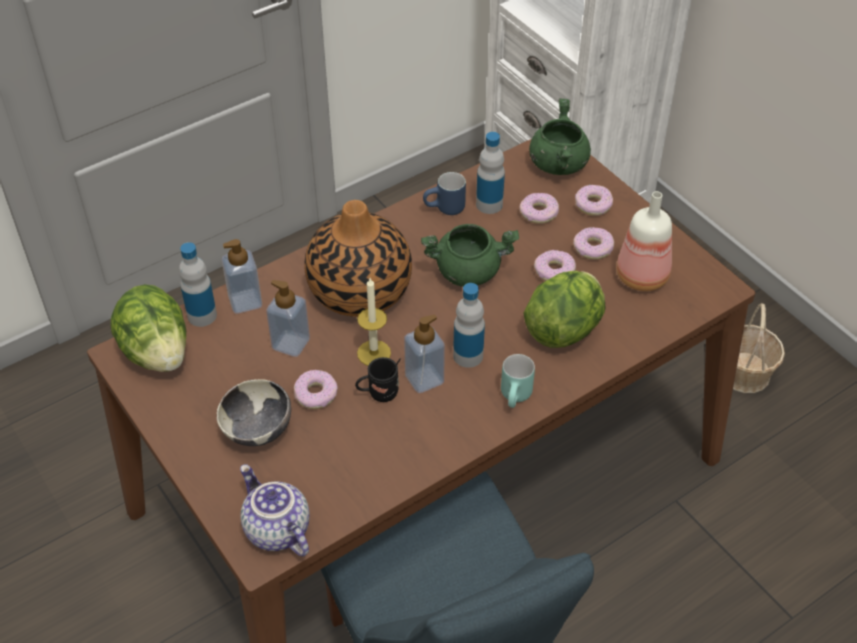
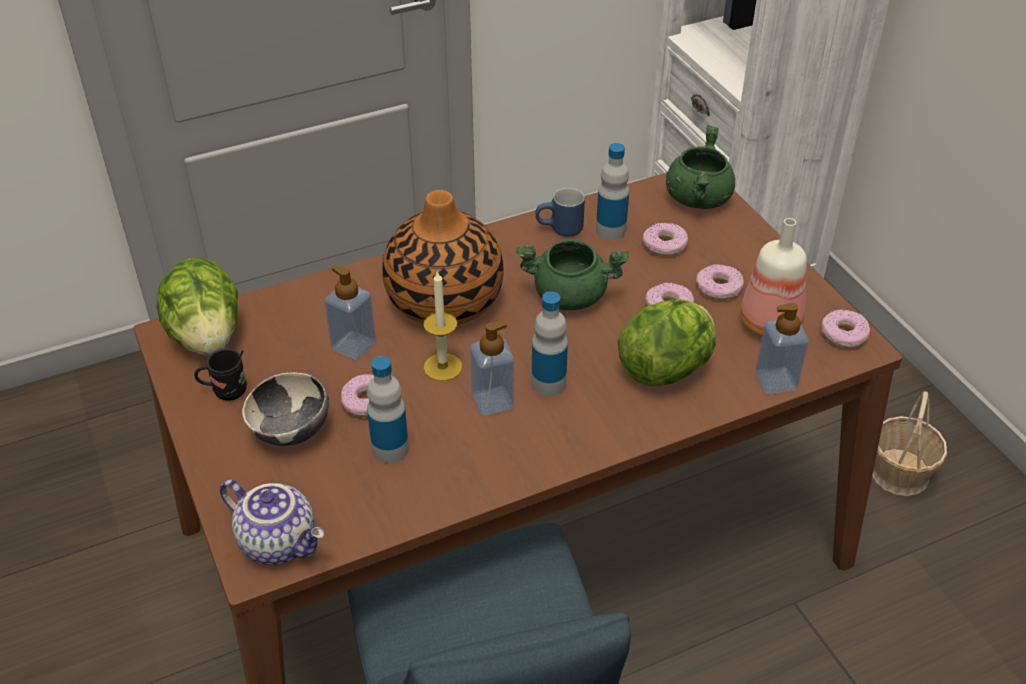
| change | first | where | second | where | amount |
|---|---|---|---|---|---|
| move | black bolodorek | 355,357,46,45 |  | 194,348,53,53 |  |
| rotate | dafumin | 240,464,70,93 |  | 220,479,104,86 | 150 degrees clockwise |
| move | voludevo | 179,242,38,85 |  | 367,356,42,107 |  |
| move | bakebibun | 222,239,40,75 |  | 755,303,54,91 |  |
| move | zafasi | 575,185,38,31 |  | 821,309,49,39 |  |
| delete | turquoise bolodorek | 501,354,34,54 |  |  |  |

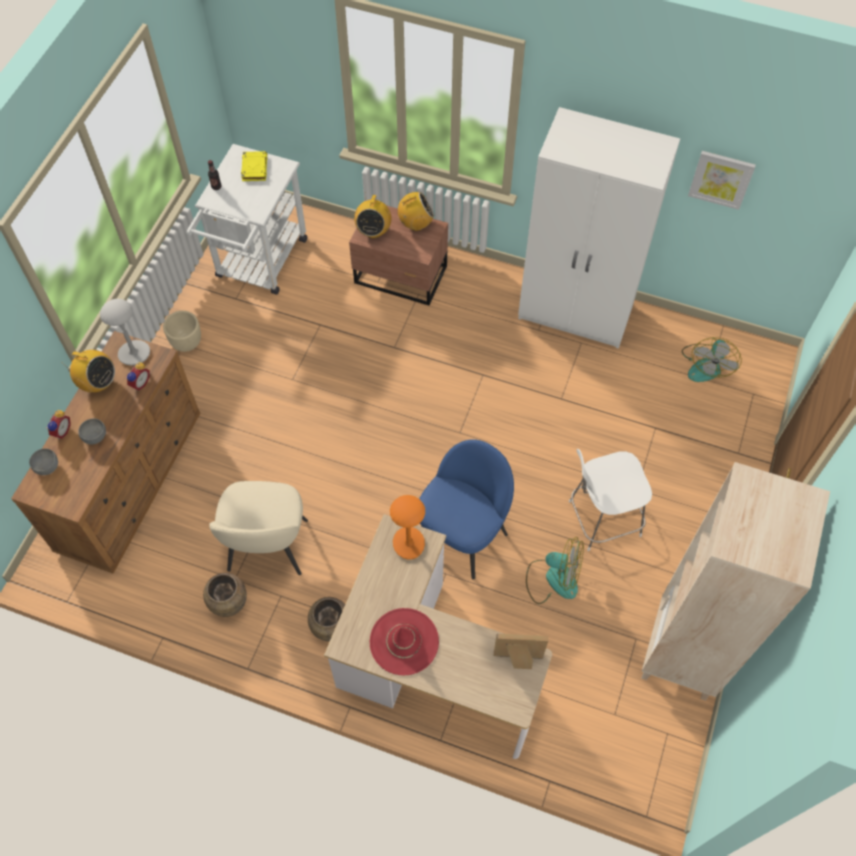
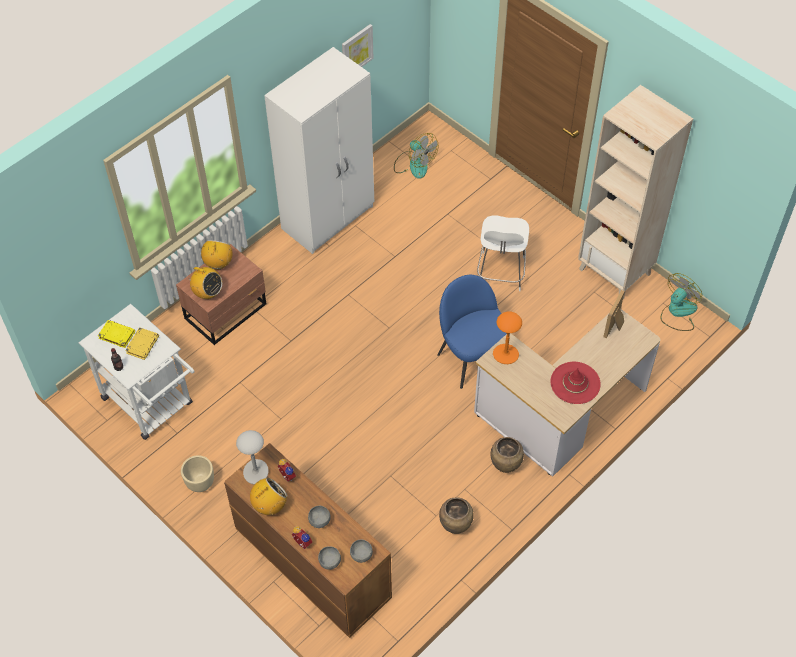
| change | first | where | second | where | amount |
|---|---|---|---|---|---|
| insert |  |  | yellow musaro | 125,327,34,33 |  |
| insert |  |  | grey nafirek | 350,539,23,24 |  |
| move | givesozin | 526,537,58,67 |  | 661,273,41,58 |  |
| delete | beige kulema | 209,481,99,94 |  |  |  |

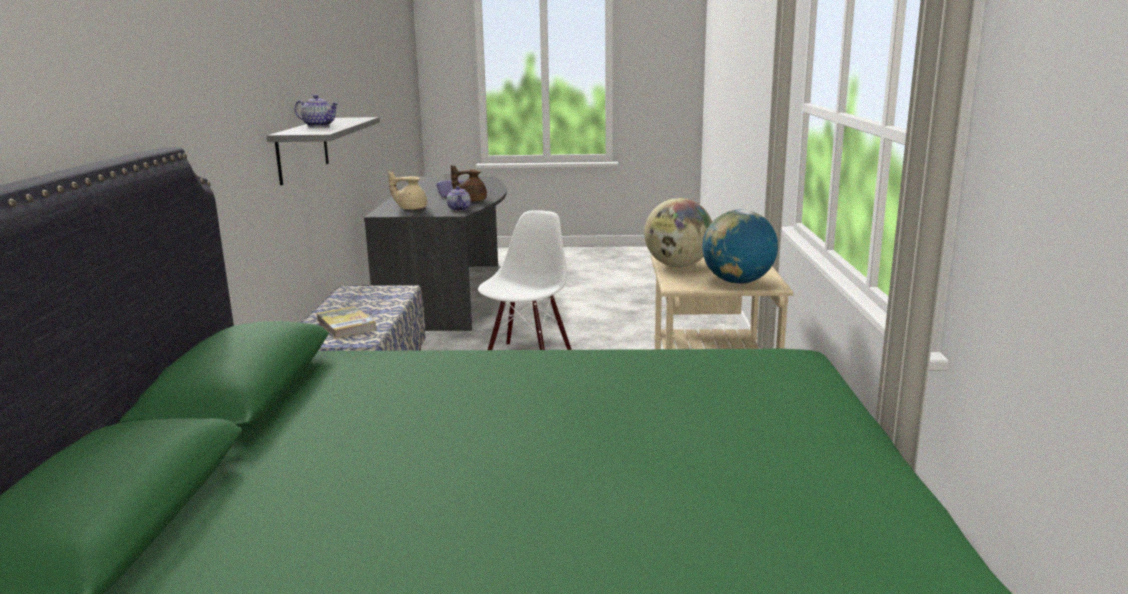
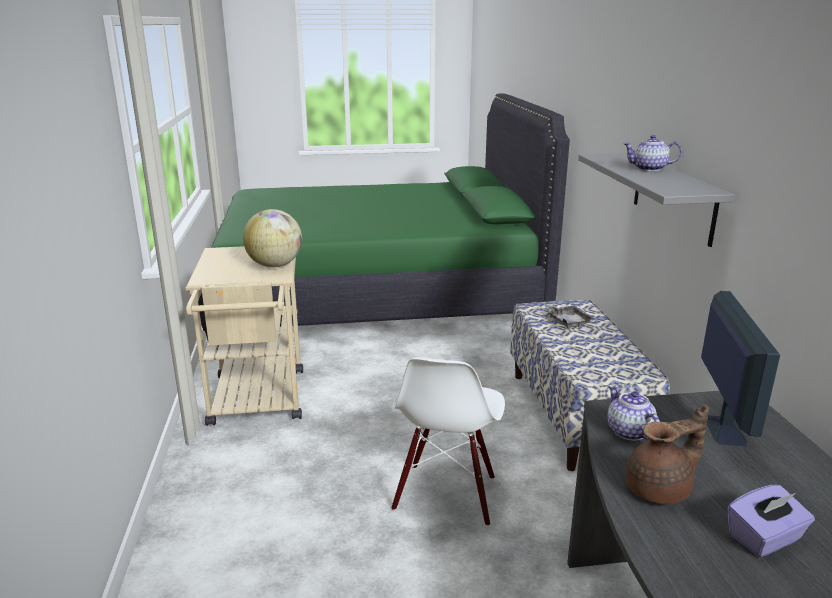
| change | first | where | second | where | amount |
|---|---|---|---|---|---|
| replace | musaro | 316,306,60,32 | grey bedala | 546,305,48,23 |  |
| replace | beige dafumin | 388,171,39,39 | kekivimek | 701,291,79,155 |  |
| delete | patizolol | 702,209,76,75 |  |  |  |

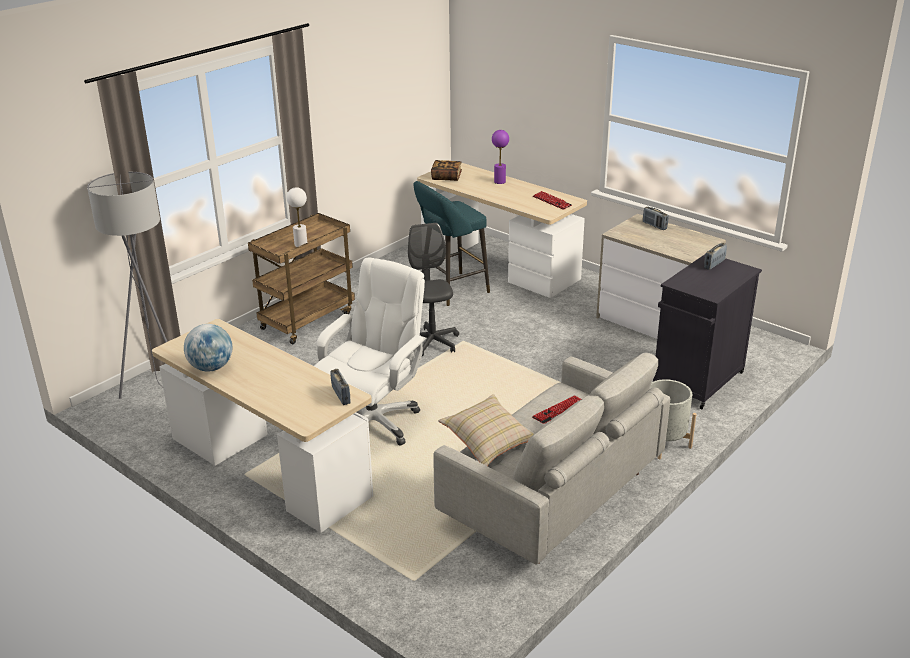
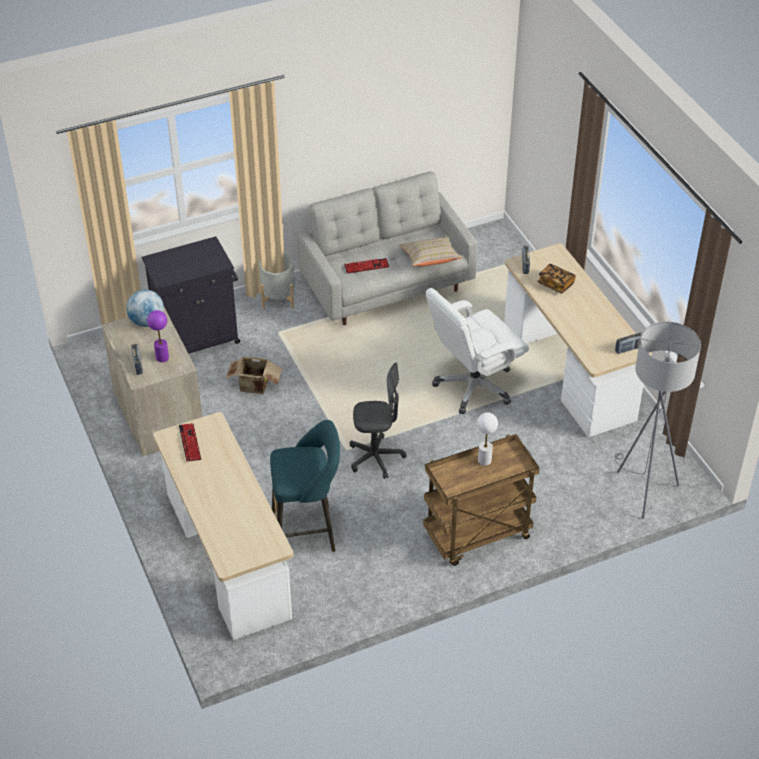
| change | first | where | second | where | amount |
|---|---|---|---|---|---|
| move | patizolol | 184,324,48,48 |  | 126,290,38,37 |  |
| move | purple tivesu | 492,130,17,54 |  | 147,310,22,52 |  |
| insert |  |  | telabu | 226,357,56,37 |  |
| rotate | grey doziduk | 408,223,51,133 |  | 350,363,57,116 | 105 degrees counterclockwise |
| move | musaro | 431,160,31,21 |  | 537,264,39,30 |  |
| move | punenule | 704,243,23,27 |  | 615,332,27,22 |  |

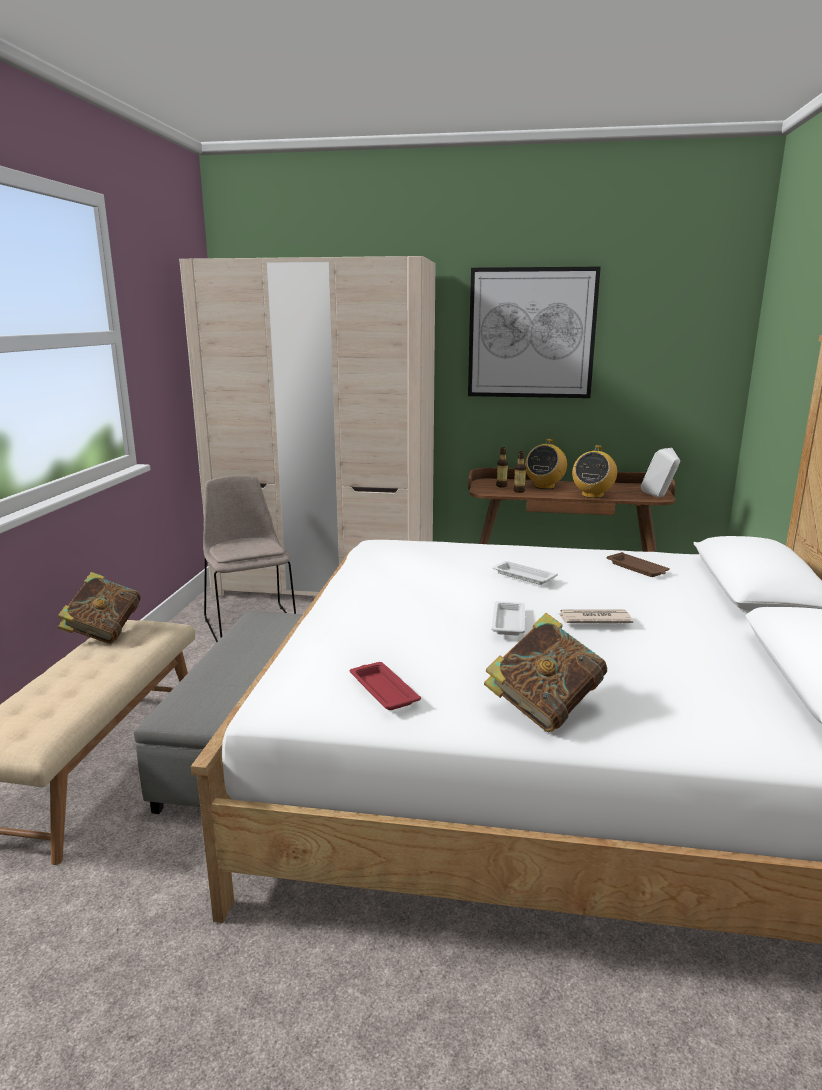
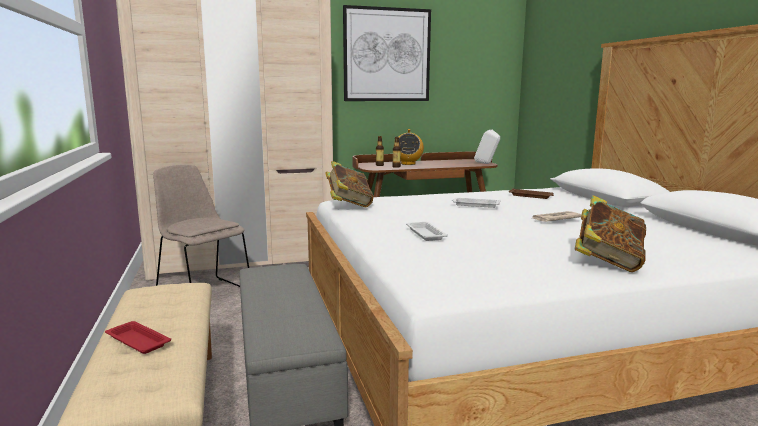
| change | first | where | second | where | amount |
|---|---|---|---|---|---|
| move | red bedala | 350,662,71,48 |  | 105,321,66,33 |  |
| move | musaro | 58,572,83,72 |  | 325,161,48,47 |  |
| move | white bedala | 492,601,33,35 |  | 406,222,42,19 |  |
| delete | punenule | 572,445,45,53 |  |  |  |

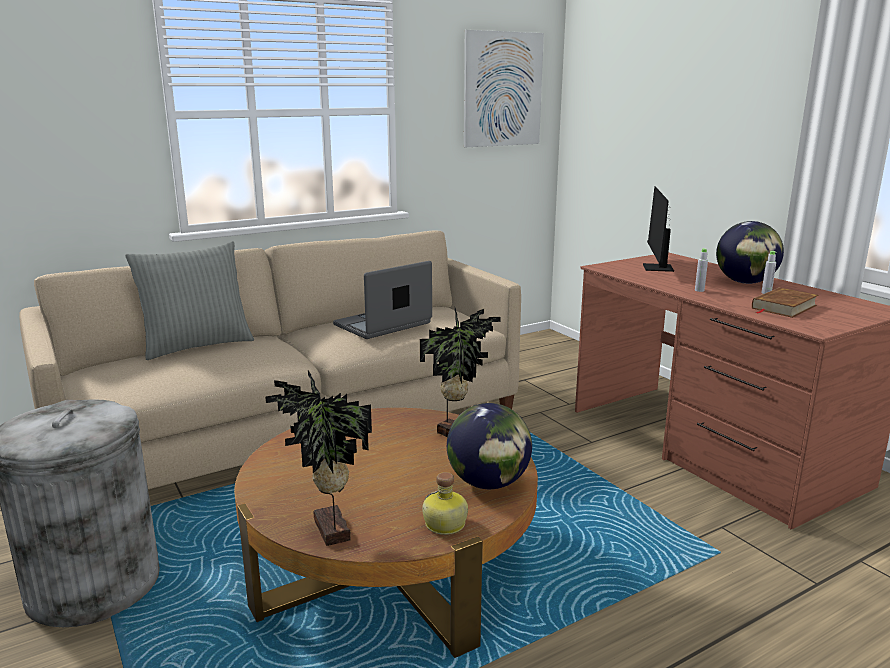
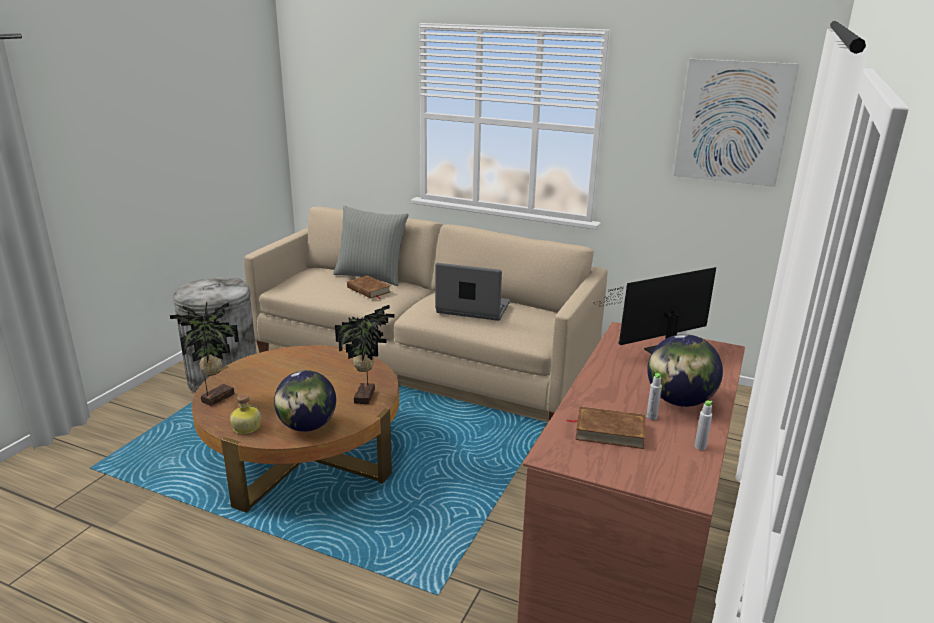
| change | first | where | second | where | amount |
|---|---|---|---|---|---|
| insert |  |  | brown musaro | 347,275,44,24 |  |
| move | grey voludevo | 695,248,13,44 |  | 694,401,19,49 |  |

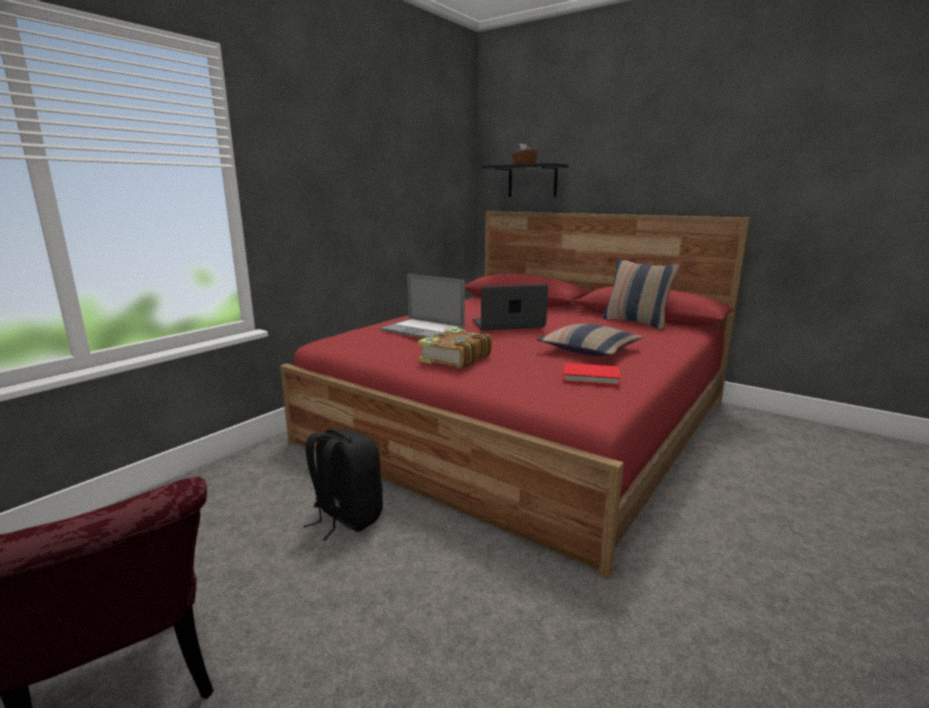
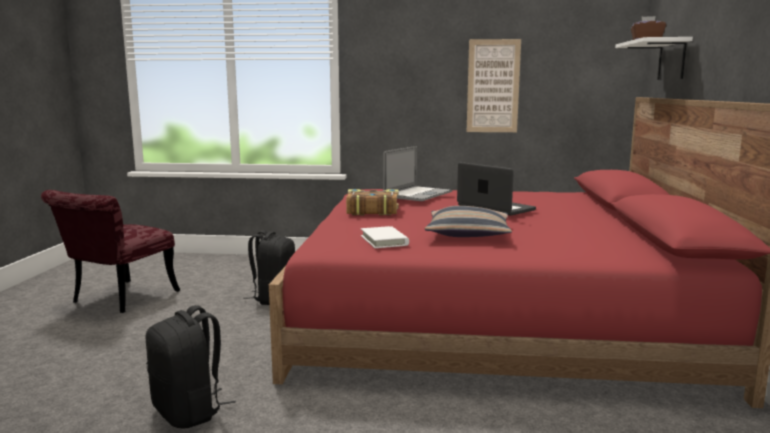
| change | first | where | second | where | amount |
|---|---|---|---|---|---|
| insert |  |  | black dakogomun | 146,305,90,124 |  |
| recolor | red musaro | 563,363,58,23 | white musaro | 361,226,48,22 |  |
| rotate | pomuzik | 380,274,85,64 |  | 383,146,69,55 | 150 degrees counterclockwise |
| insert |  |  | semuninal | 467,39,54,93 |  |
| recolor | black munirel | 482,163,86,34 | white munirel | 615,37,78,43 |  |
| delete | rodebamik | 603,259,77,71 |  |  |  |

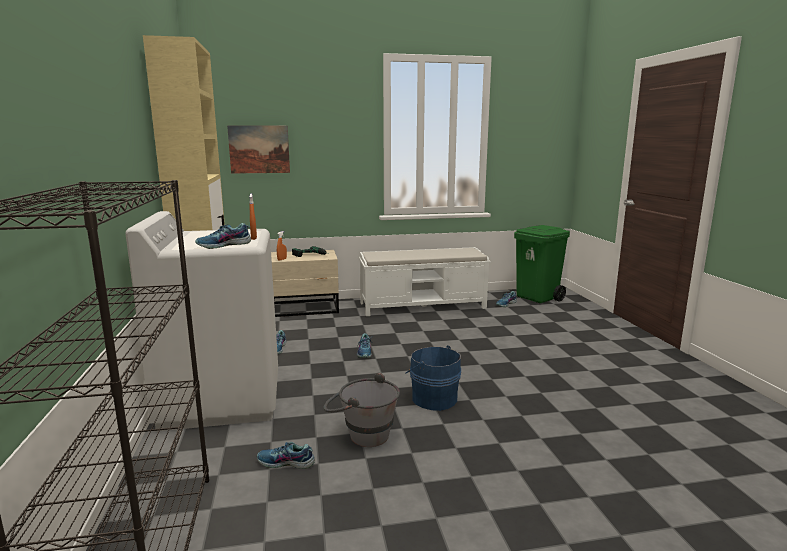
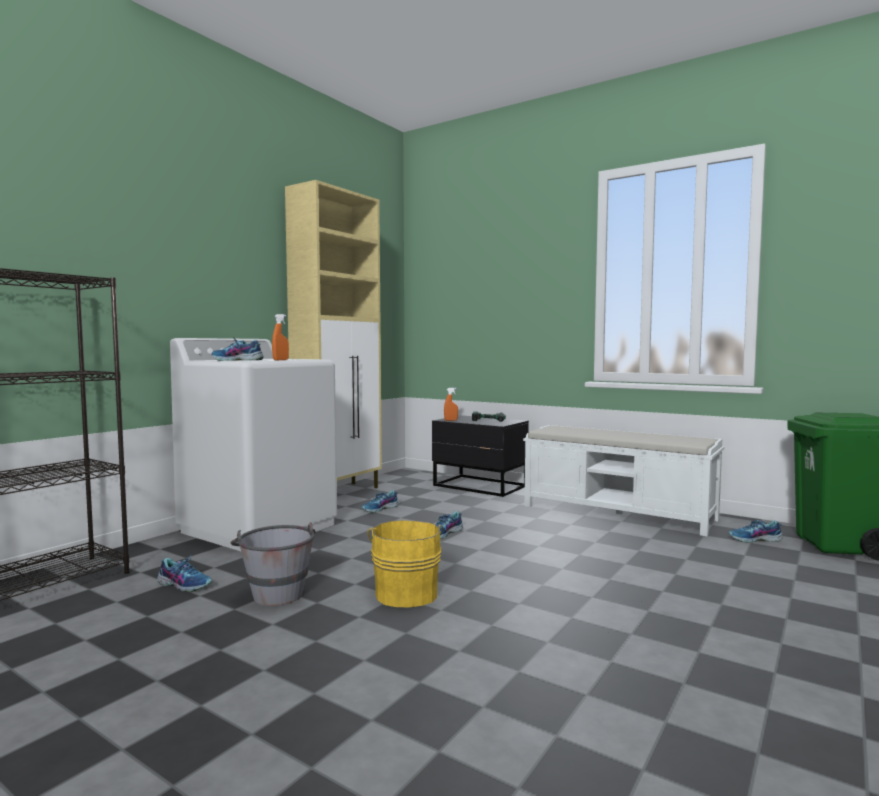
| change | first | where | second | where | amount |
|---|---|---|---|---|---|
| rotate | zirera | 257,442,58,27 |  | 157,554,55,38 | 150 degrees clockwise |
| recolor | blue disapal | 405,345,56,66 | yellow disapal | 367,520,77,87 |  |
| recolor | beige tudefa | 271,250,68,67 | black tudefa | 432,415,97,82 |  |
| delete | semuninal | 227,125,63,49 |  |  |  |

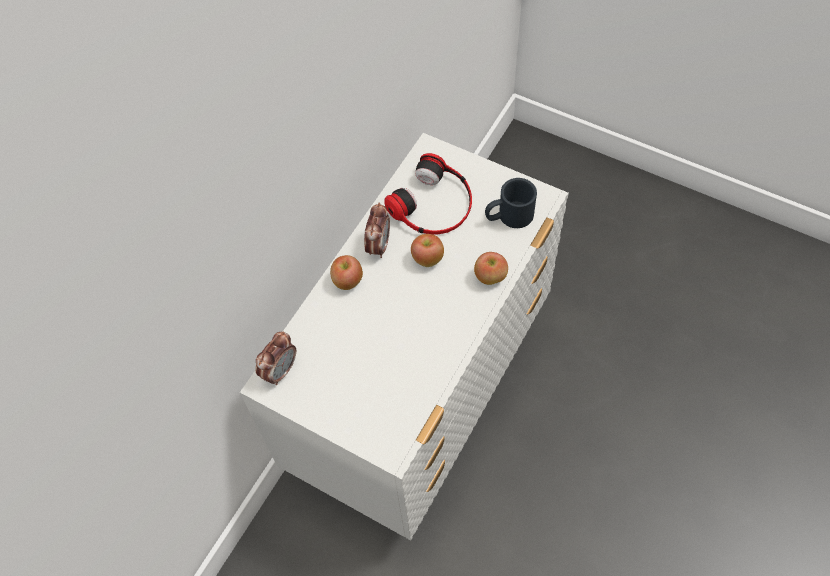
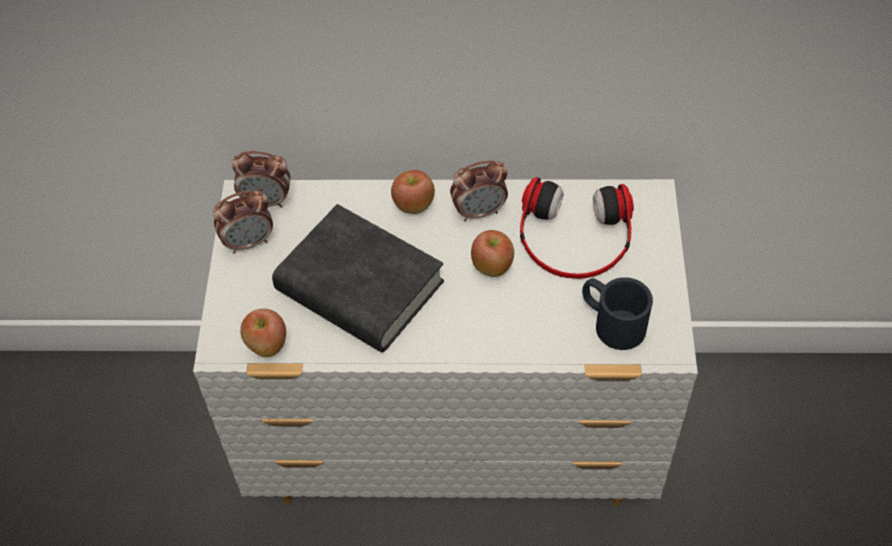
| change | first | where | second | where | amount |
|---|---|---|---|---|---|
| insert |  |  | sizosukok | 213,190,60,64 |  |
| move | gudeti | 474,252,34,33 |  | 240,309,46,48 |  |
| insert |  |  | black musaro | 272,204,172,149 |  |

